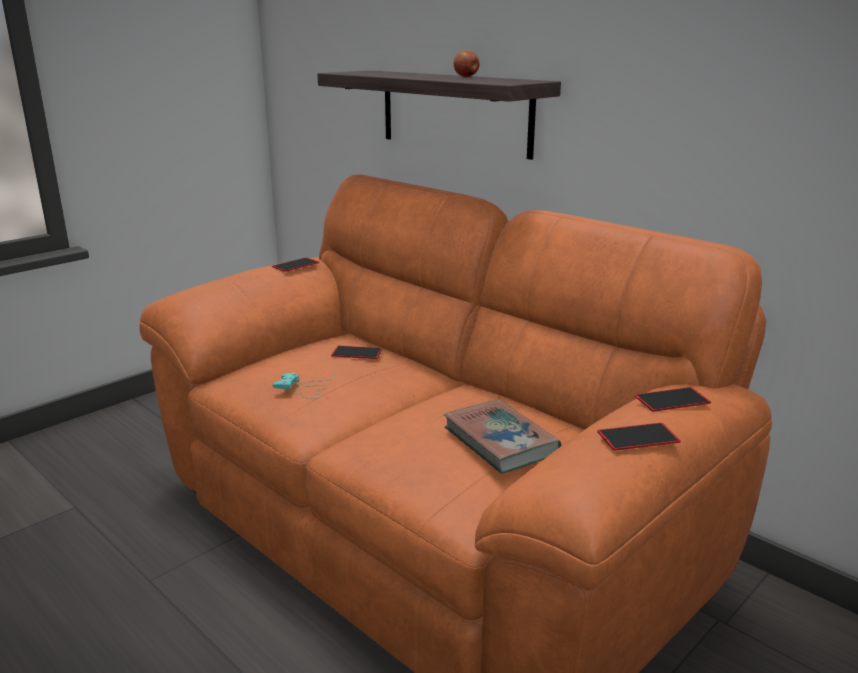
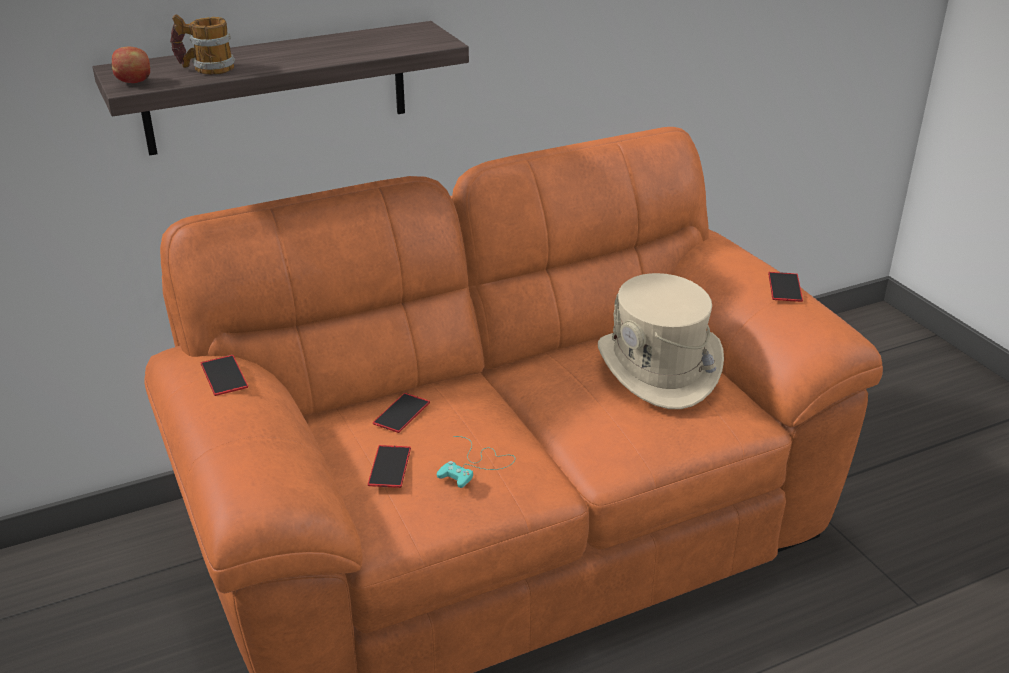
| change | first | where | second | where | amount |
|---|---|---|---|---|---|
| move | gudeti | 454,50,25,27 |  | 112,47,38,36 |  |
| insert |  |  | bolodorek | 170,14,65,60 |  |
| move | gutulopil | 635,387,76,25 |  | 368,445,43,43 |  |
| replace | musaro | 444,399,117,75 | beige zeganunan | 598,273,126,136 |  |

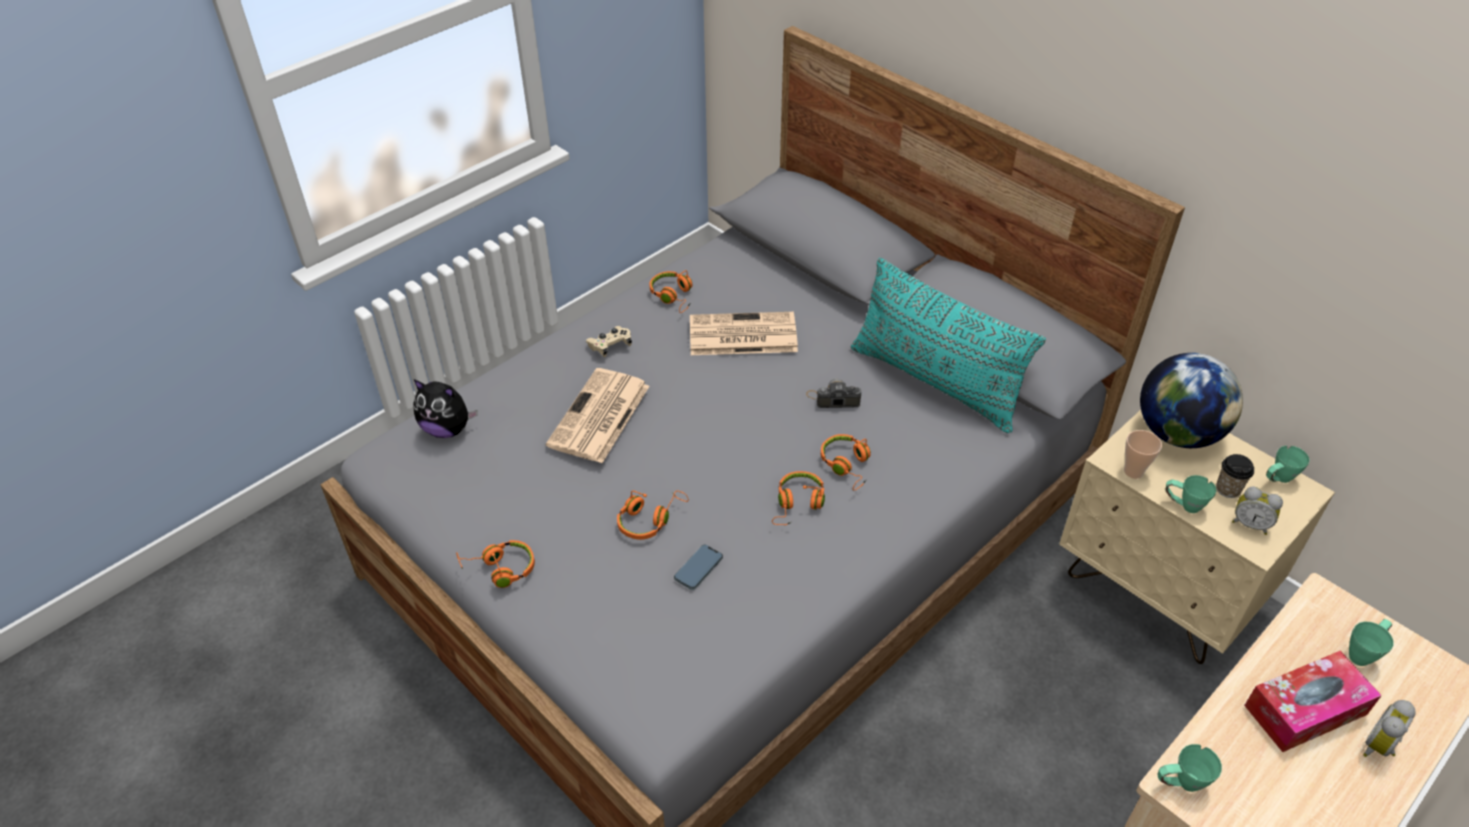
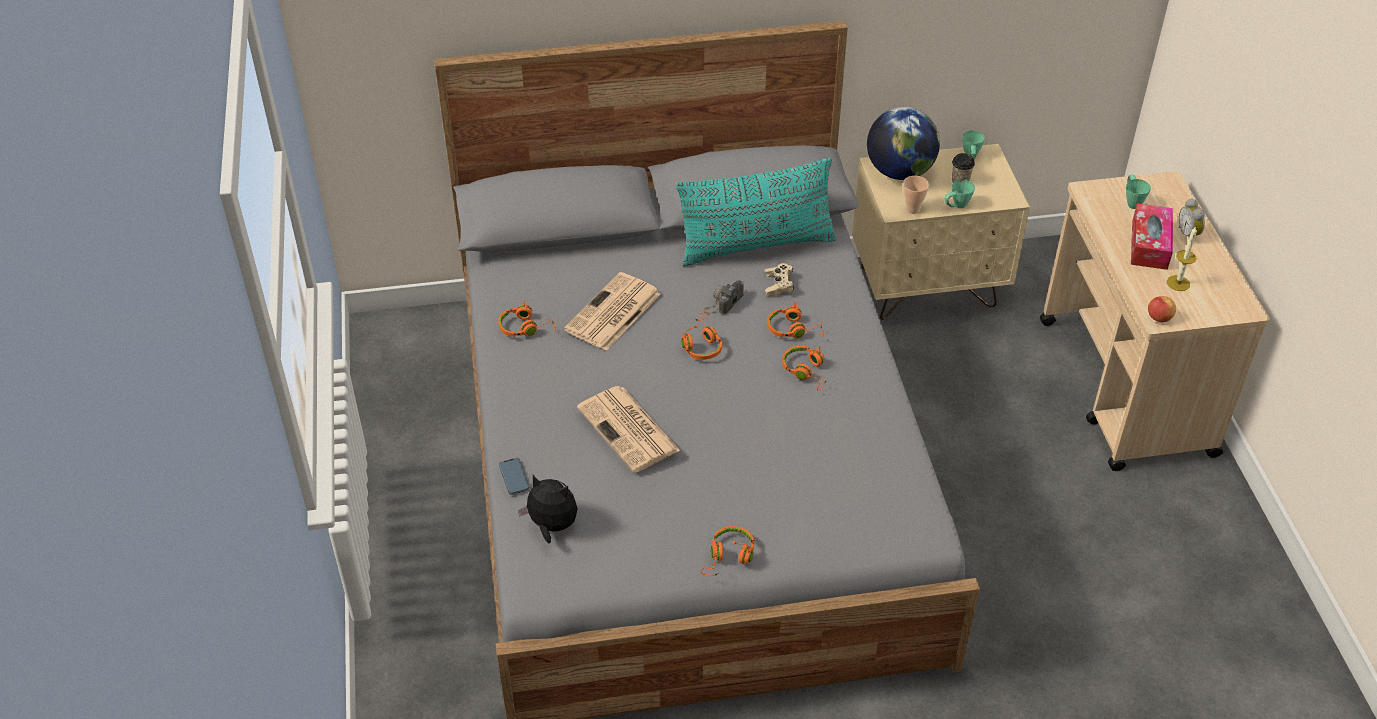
| change | first | where | second | where | amount |
|---|---|---|---|---|---|
| move | gutulopil | 674,544,49,46 |  | 499,458,31,37 |  |
| rotate | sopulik | 413,379,65,59 |  | 518,475,60,68 | 120 degrees counterclockwise |
| move | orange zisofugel | 617,490,72,50 |  | 681,311,41,49 |  |
| move | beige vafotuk | 586,326,46,31 |  | 764,263,30,33 |  |
| replace | green bolodorek | 1158,744,64,48 | gudeti | 1148,296,28,26 |  |
| insert |  |  | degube | 1167,226,30,65 |  |
| delete | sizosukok | 1232,487,51,48 |  |  |  |

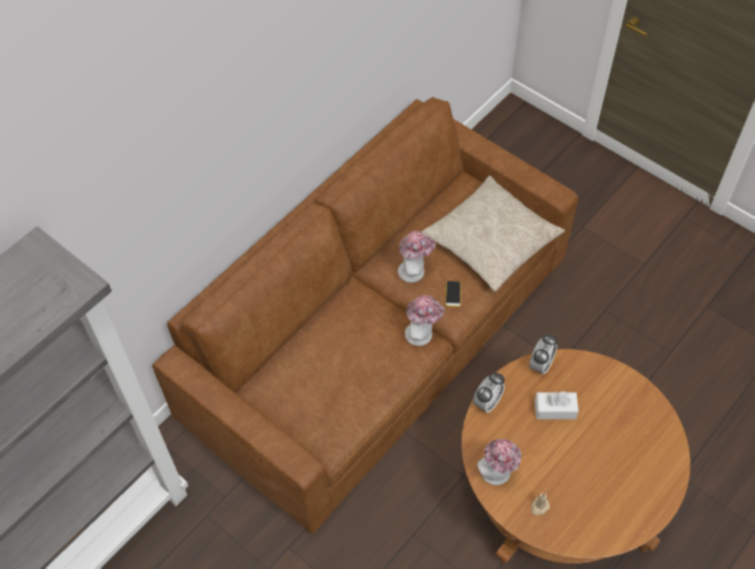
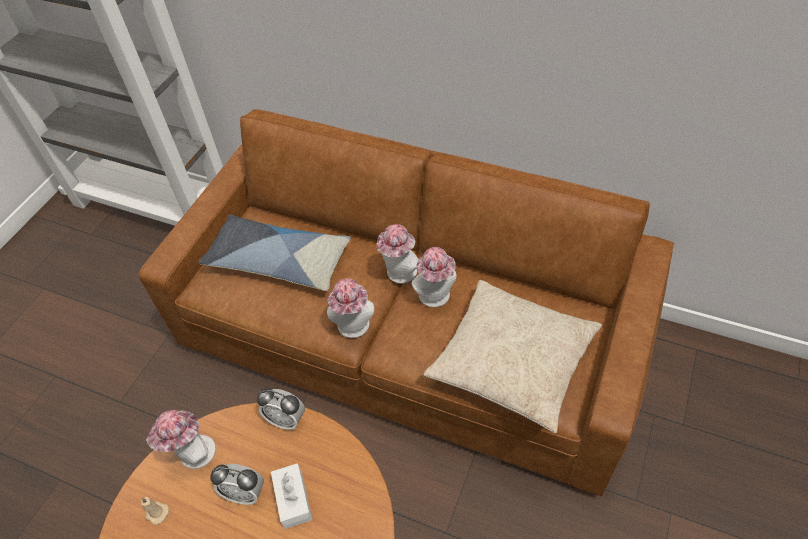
| change | first | where | second | where | amount |
|---|---|---|---|---|---|
| insert |  |  | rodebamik | 199,214,152,77 |  |
| move | sizosukok | 529,334,29,41 |  | 210,464,54,41 |  |
| insert |  |  | zeganunan | 377,224,42,60 |  |
| delete | gutulopil | 445,281,16,26 |  |  |  |

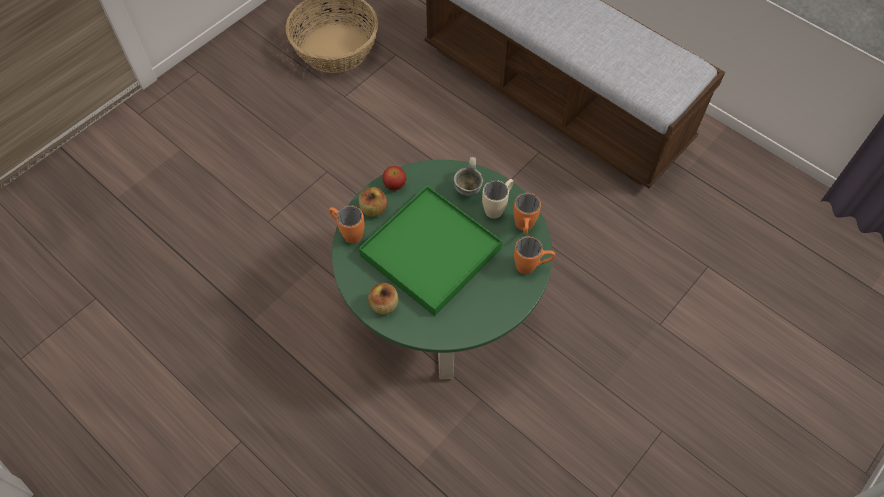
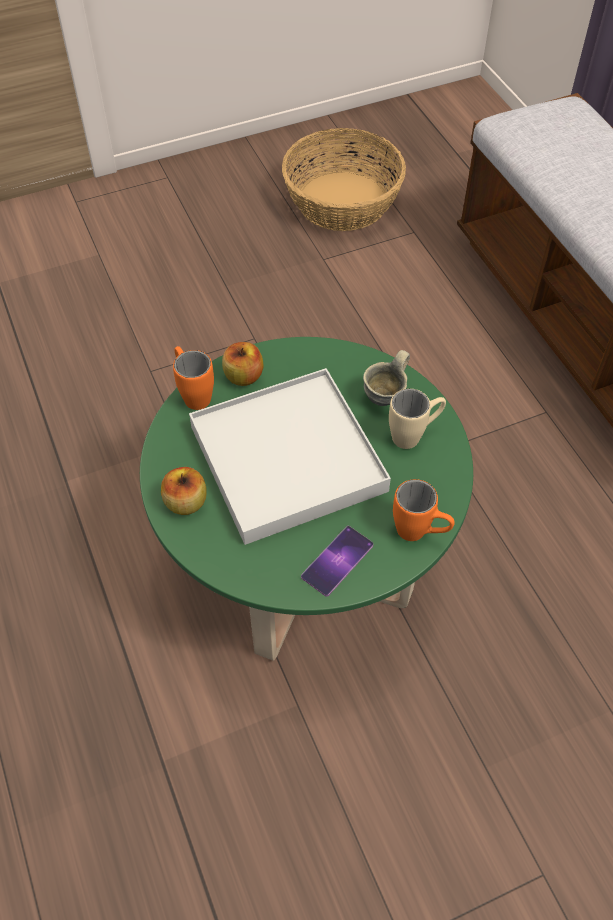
| change | first | where | second | where | amount |
|---|---|---|---|---|---|
| recolor | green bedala | 359,185,143,131 | white bedala | 189,368,202,177 |  |
| insert |  |  | gutulopil | 301,526,72,71 |  |
| delete | gudeti | 382,166,24,24 |  |  |  |
| delete | orange bolodorek | 513,193,28,41 |  |  |  |

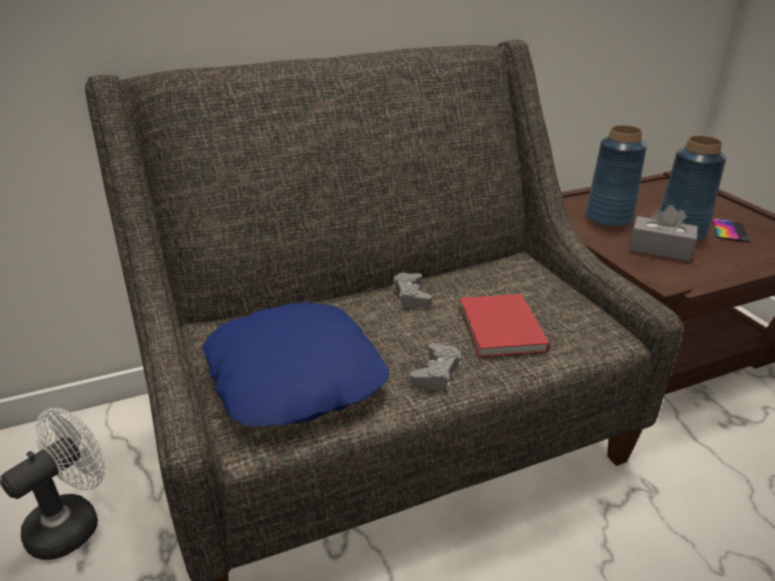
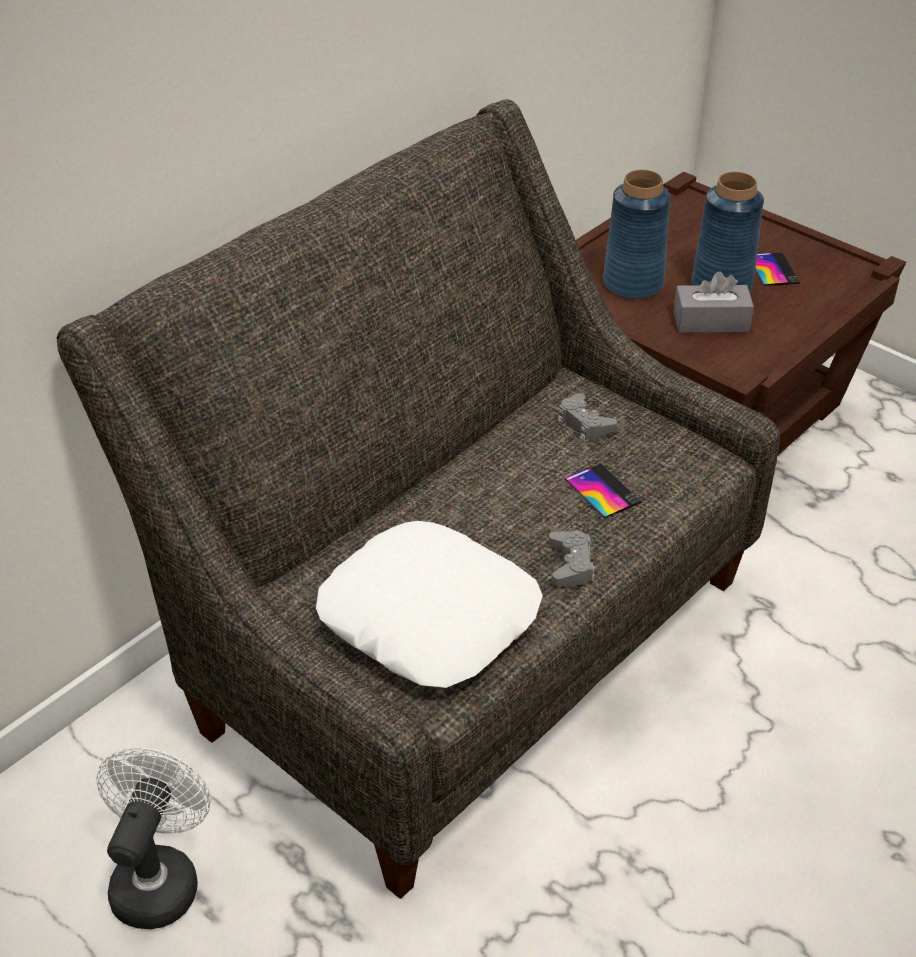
| change | first | where | second | where | amount |
|---|---|---|---|---|---|
| recolor | blue rodebamik | 202,302,187,125 | white rodebamik | 316,521,227,167 |  |
| move | grey vafotuk | 392,273,40,35 |  | 557,393,60,48 |  |
| replace | red musaro | 459,294,90,64 | gutulopil | 564,464,78,54 |  |

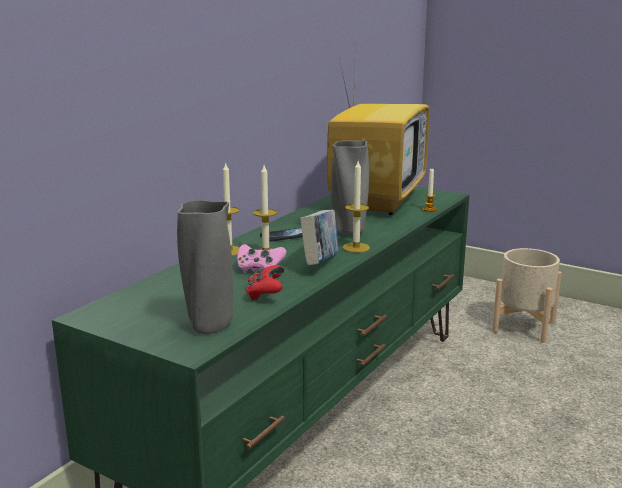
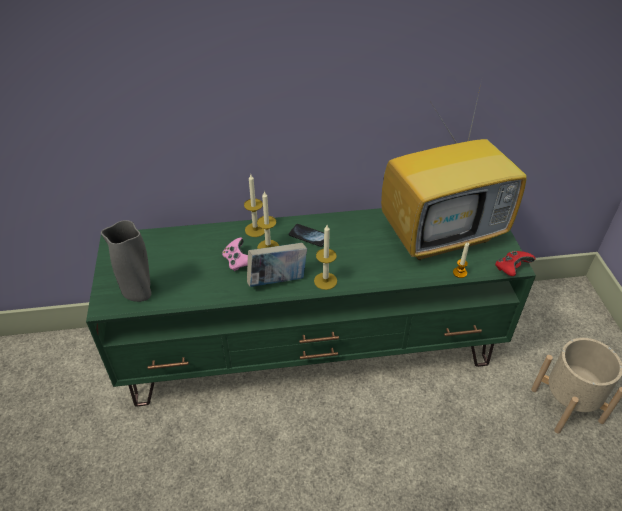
| change | first | where | second | where | amount |
|---|---|---|---|---|---|
| move | red vafotuk | 246,265,38,35 |  | 495,251,40,25 |  |
| delete | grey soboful | 331,140,38,96 |  |  |  |

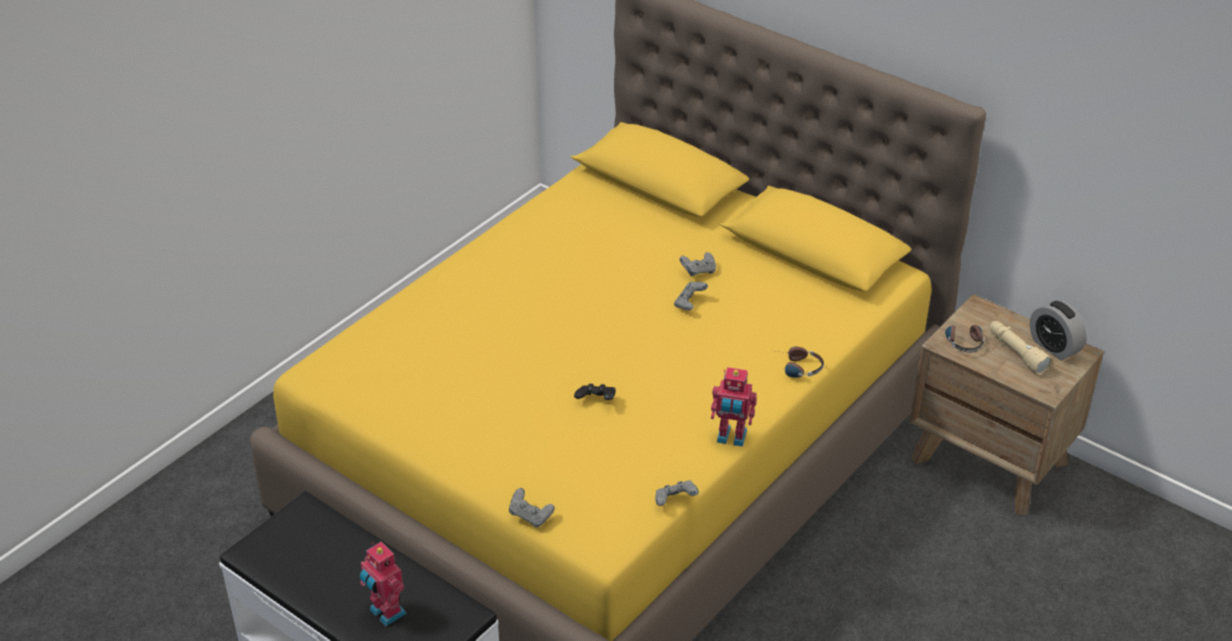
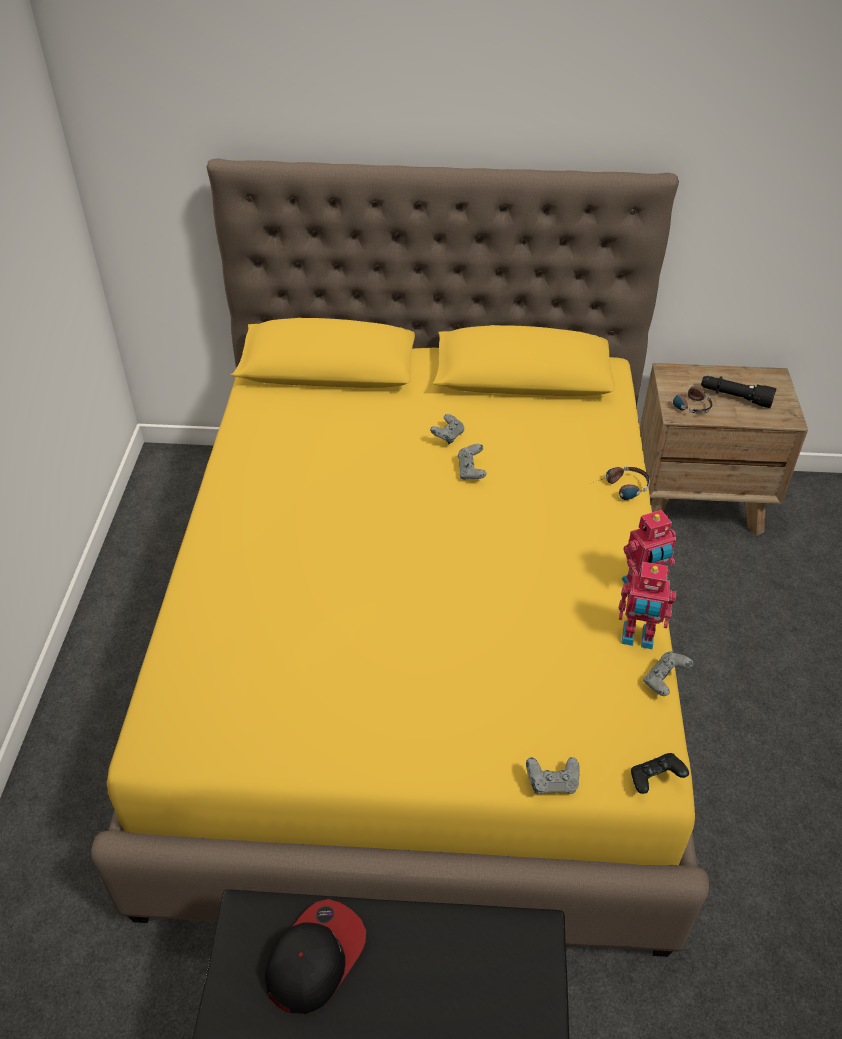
| change | first | where | second | where | amount |
|---|---|---|---|---|---|
| insert |  |  | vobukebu | 265,899,101,115 |  |
| move | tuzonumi | 360,542,46,84 |  | 619,562,57,87 |  |
| move | black vafotuk | 574,384,42,16 |  | 631,753,58,41 |  |
| recolor | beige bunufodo | 990,321,62,54 | black bunufodo | 701,376,76,32 |  |
| delete | sizosukok | 1030,300,57,60 |  |  |  |

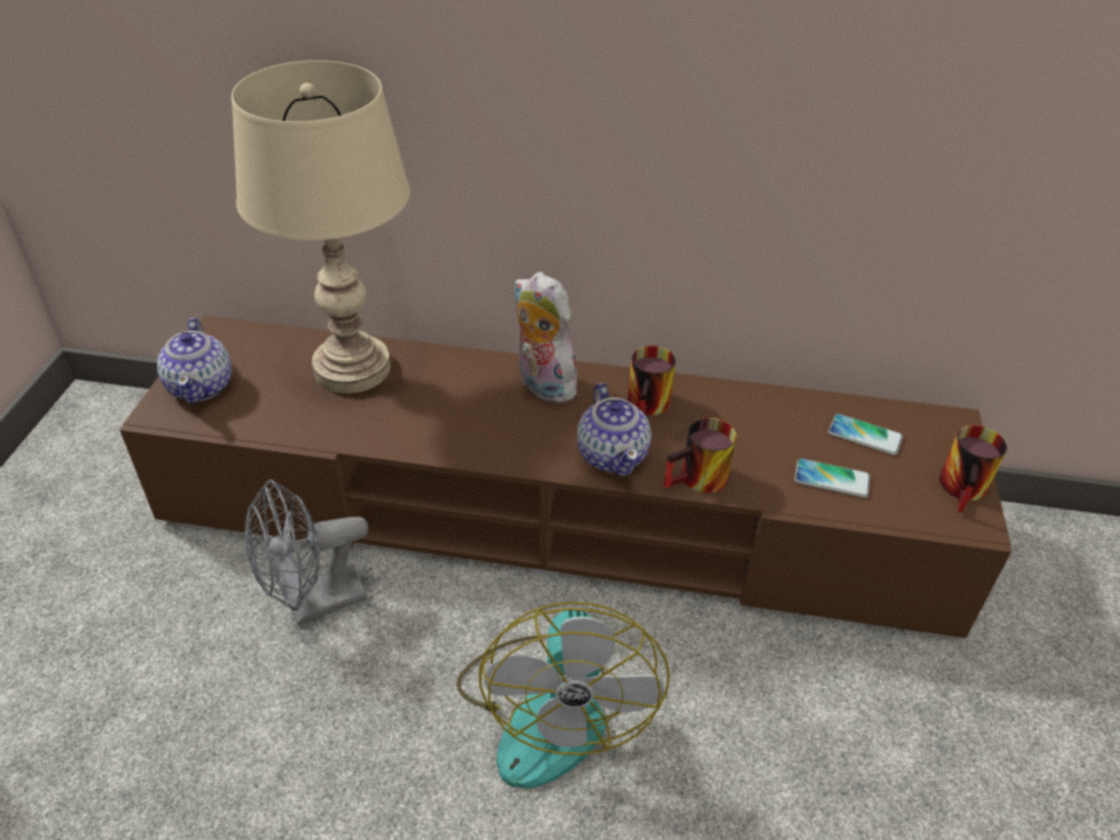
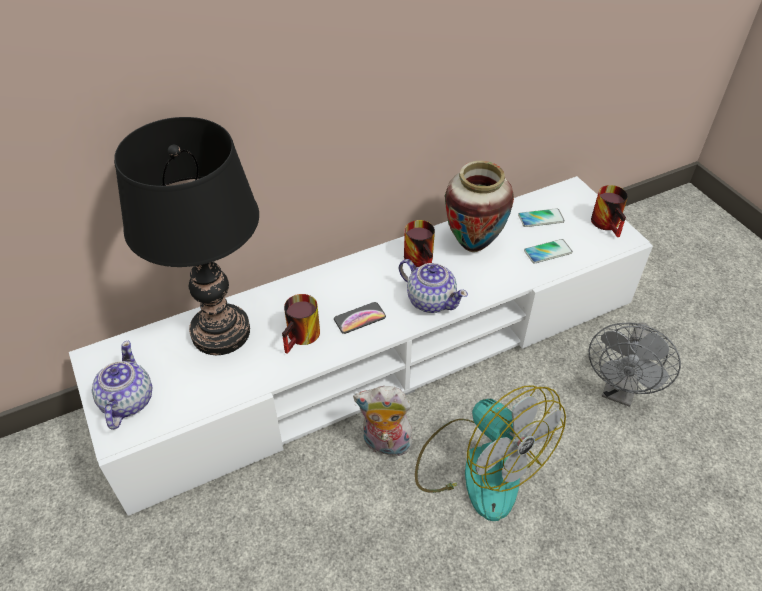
| change | first | where | second | where | amount |
|---|---|---|---|---|---|
| recolor | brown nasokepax | 120,315,891,323 | white nasokepax | 69,176,584,340 |  |
| rotate | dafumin | 157,318,75,86 |  | 92,341,60,89 | 135 degrees counterclockwise |
| recolor | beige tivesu | 231,60,179,333 | black tivesu | 114,117,145,238 |  |
| move | bolodorek | 664,418,73,75 |  | 282,294,38,60 |  |
| insert |  |  | gutulopil | 334,302,52,32 |  |
| move | sopulik | 514,272,67,132 |  | 353,386,59,71 |  |
| insert |  |  | soboful | 445,161,69,91 |  |
| move | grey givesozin | 245,479,123,147 |  | 589,322,92,85 |  |

